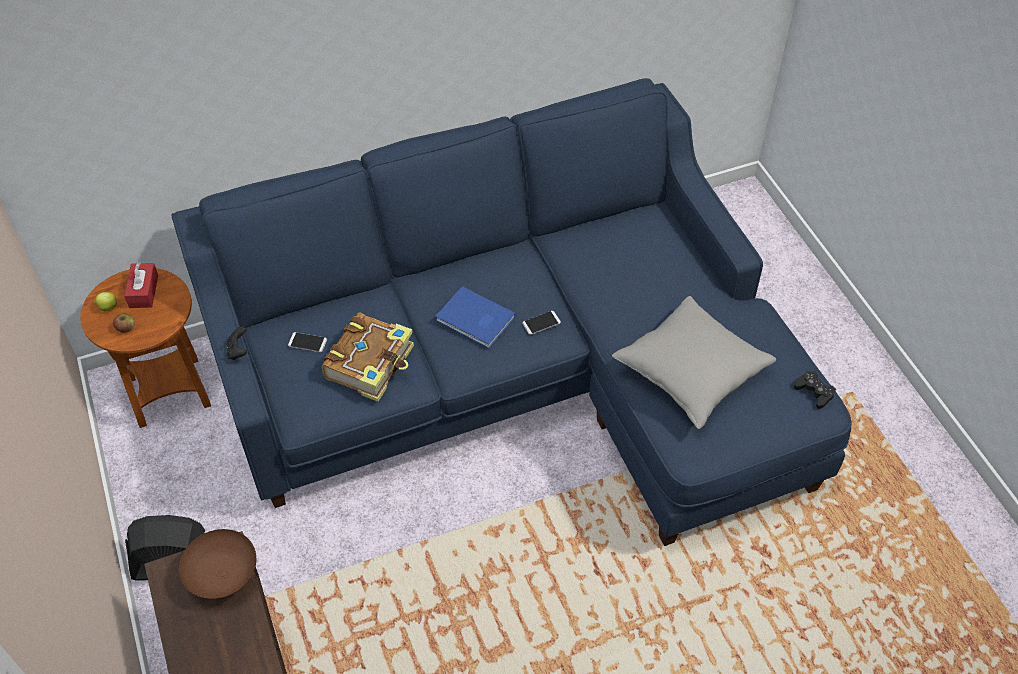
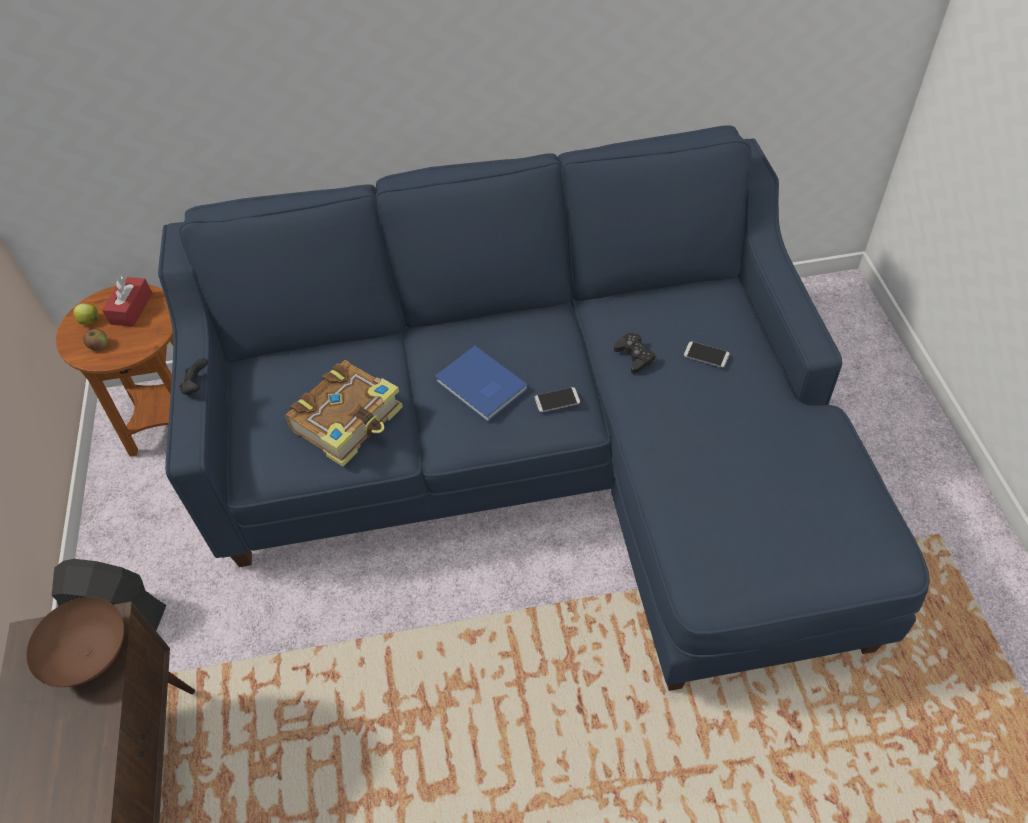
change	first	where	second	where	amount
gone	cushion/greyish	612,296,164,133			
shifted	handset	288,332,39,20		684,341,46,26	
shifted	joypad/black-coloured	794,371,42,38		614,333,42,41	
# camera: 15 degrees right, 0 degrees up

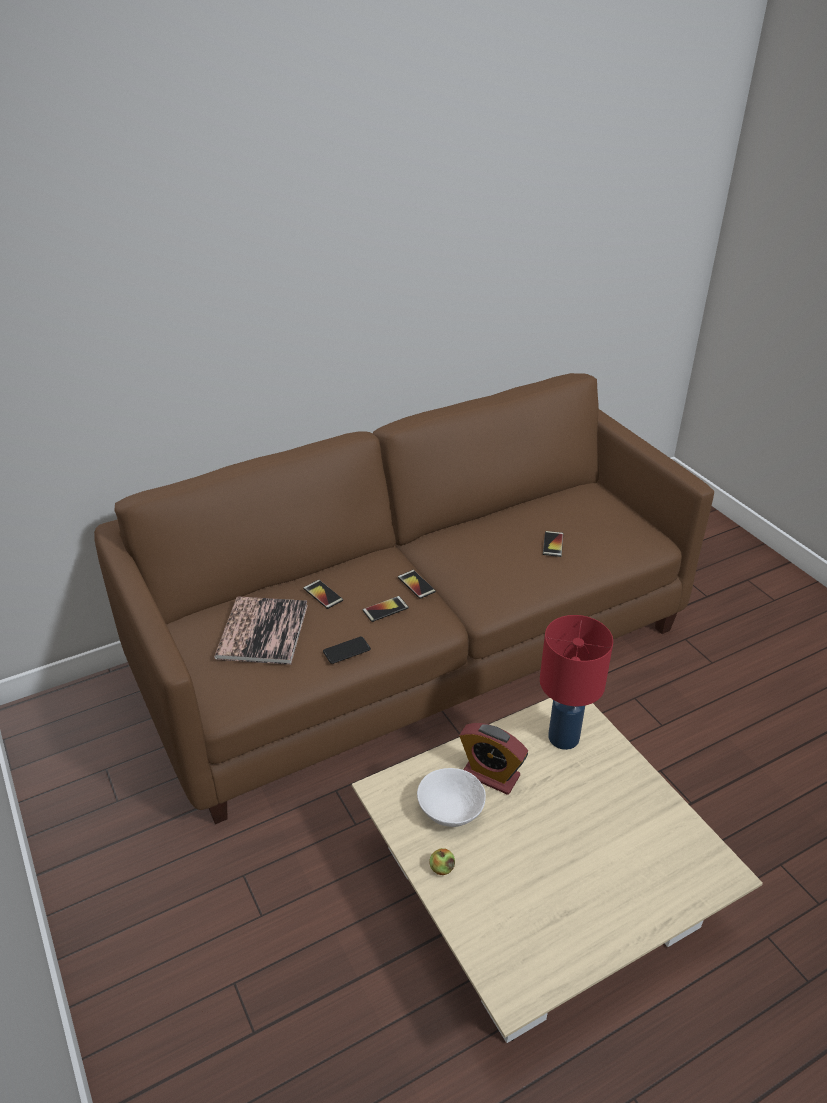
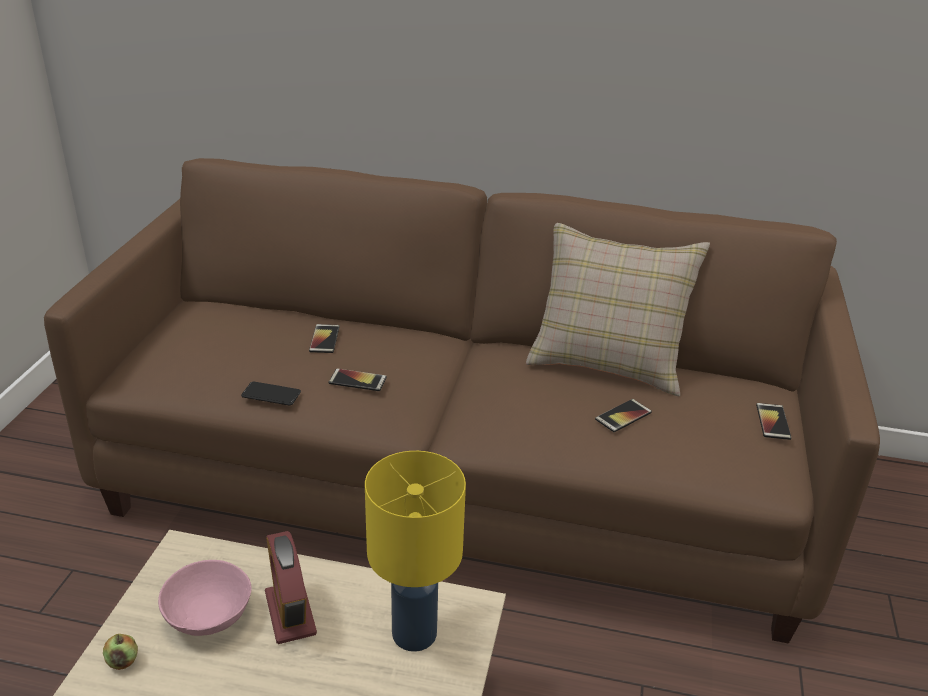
change	first	where	second	where	amount
gone	volume	214,597,94,68			
new			cushion/beige	526,223,184,174	
shifted	handset	398,570,38,29		756,403,35,37	
repainted	serving bowl/white	417,768,69,59	serving bowl/pink	158,560,94,76	
repainted	lamp for a table/reddish	540,615,73,135	lamp for a table/yellowish	365,451,101,201	
# camera: 40 degrees right, 5 degrees down

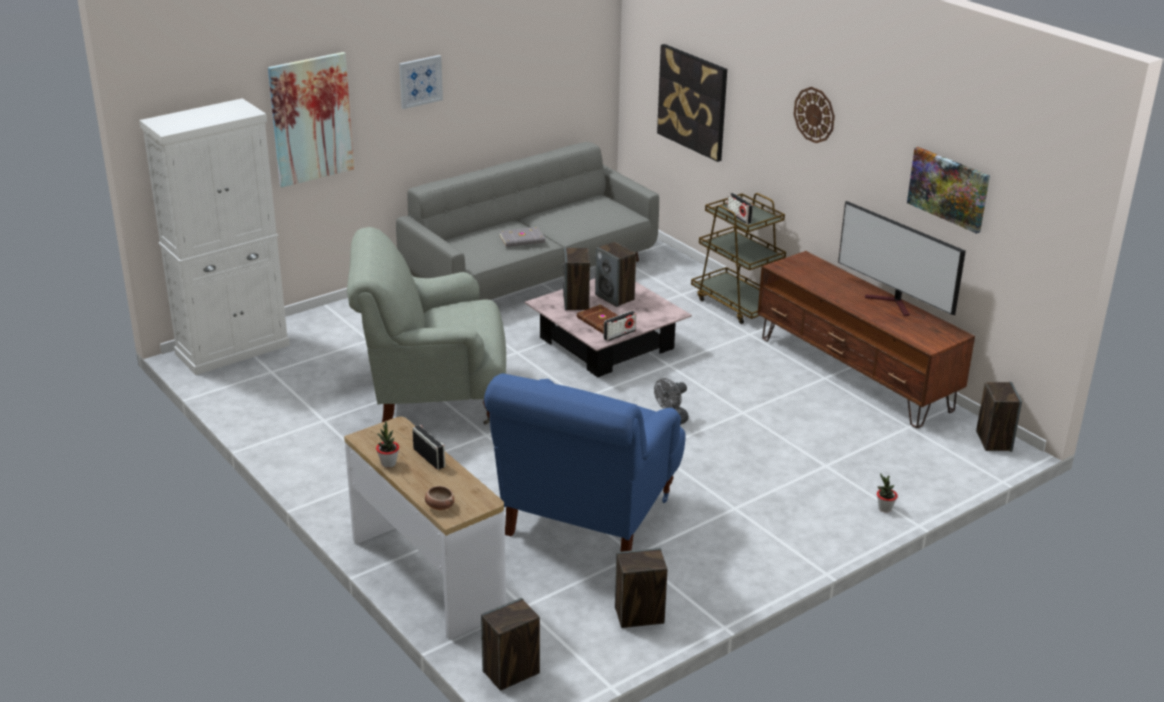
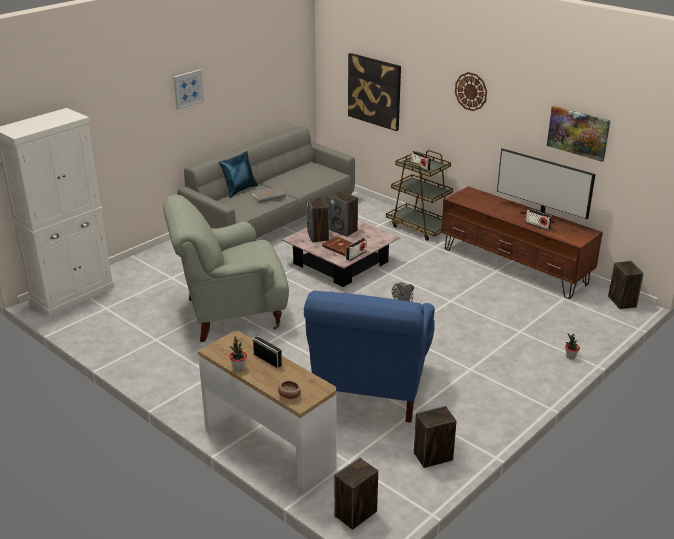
change	first	where	second	where	amount
gone	wall art	268,52,86,135			
new			cushion/bluish	219,151,39,47	
new			radio set	525,209,27,22	
# camera: 10 degrees left, 0 degrees up

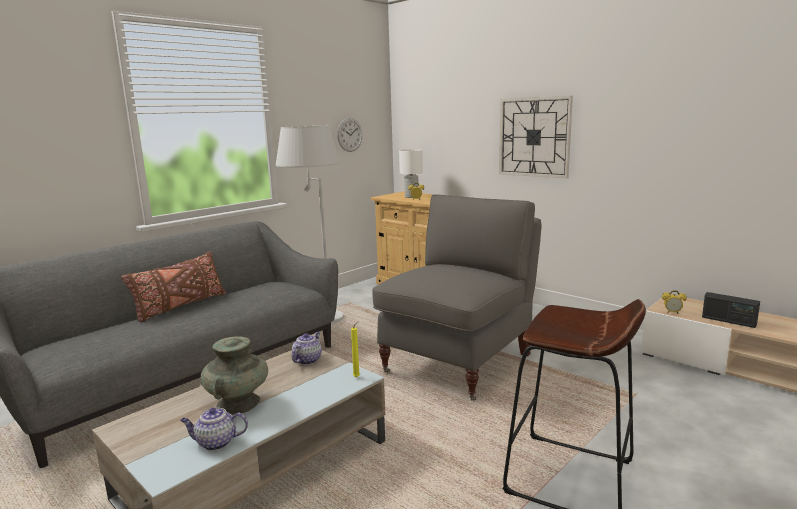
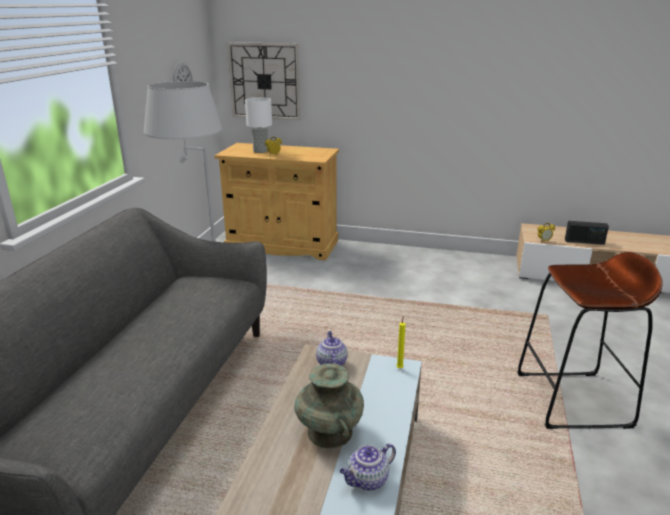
change	first	where	second	where	amount
gone	cushion/brown-coloured	121,252,105,70			
gone	easy chair/greyish	372,194,169,206			
shifted	clock on the wall	499,96,74,82		227,42,73,78	
# camera: 30 degrees left, 10 degrees up

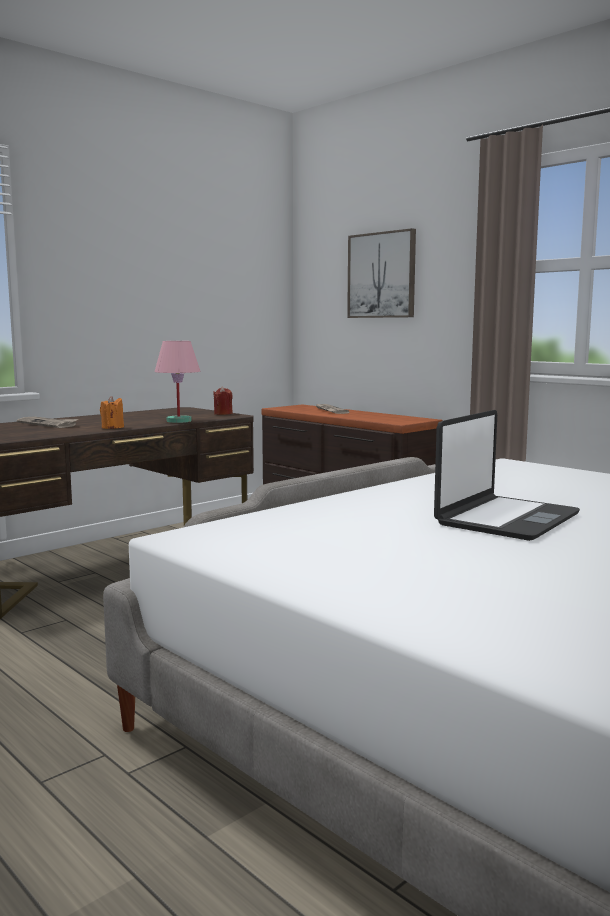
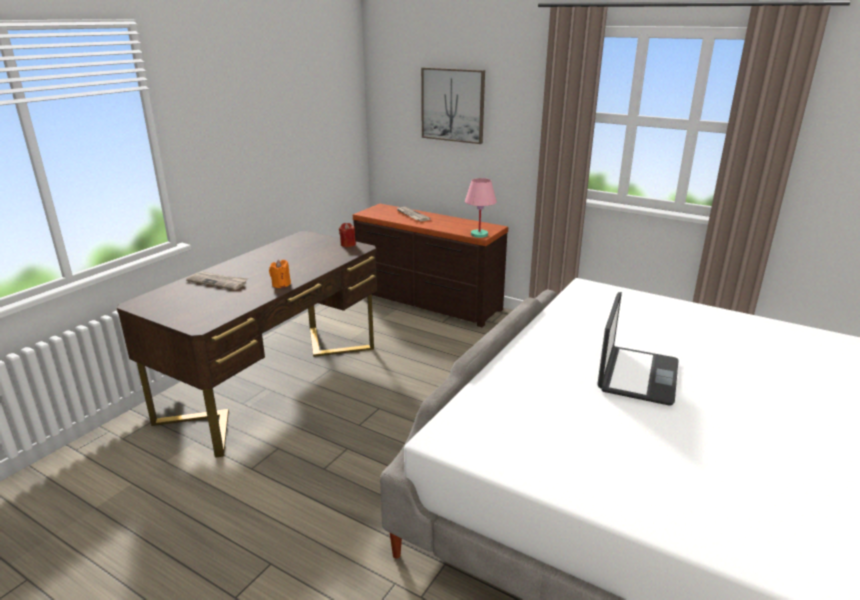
change	first	where	second	where	amount
shifted	lamp for a table/pink	155,341,45,82		465,178,32,60	
# camera: 15 degrees left, 15 degrees up

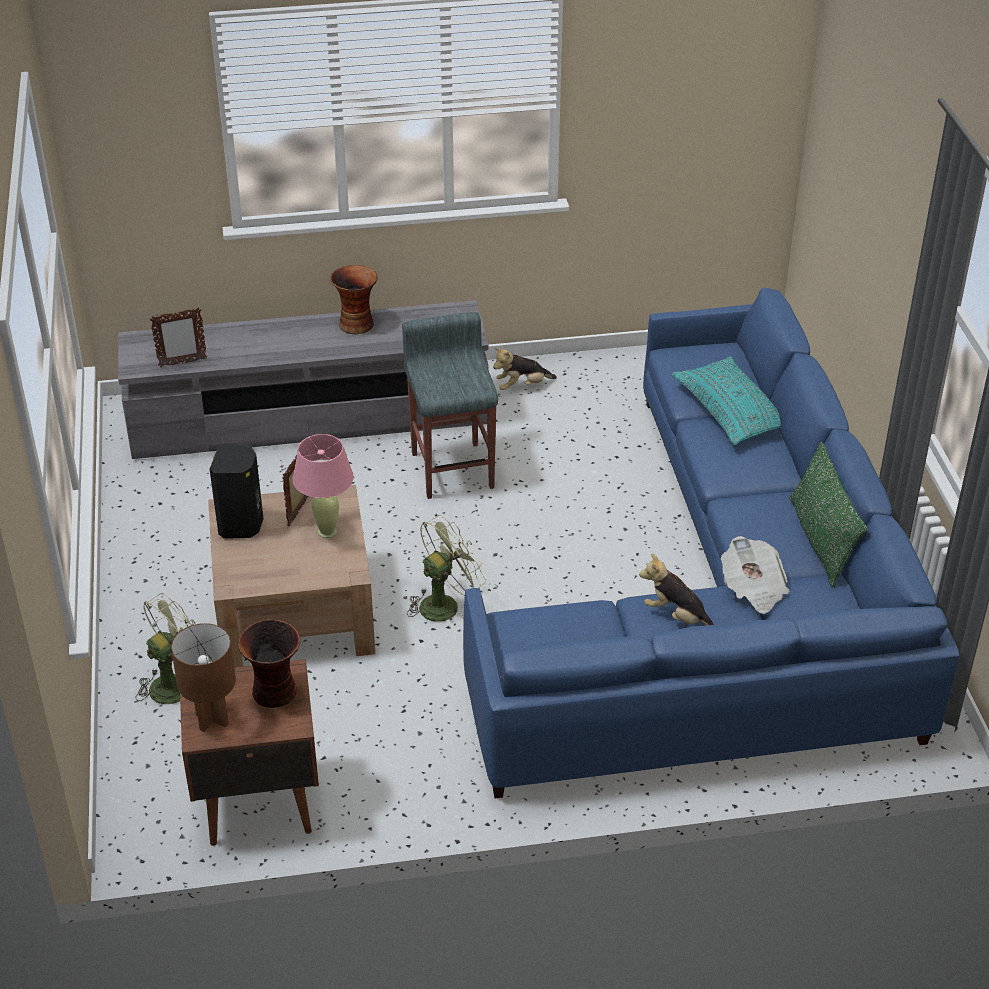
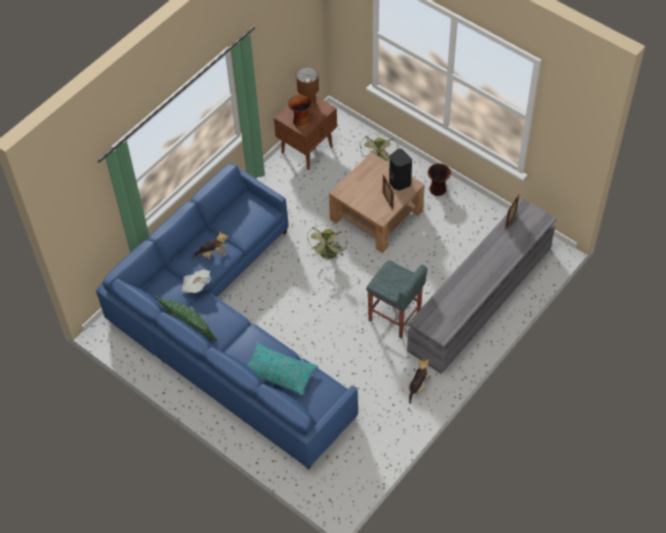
change	first	where	second	where	amount
gone	lamp for a table/pink	292,434,62,104			
shifted	flower vase	330,265,48,69		428,163,23,33	
# camera: 140 degrees right, 15 degrees up

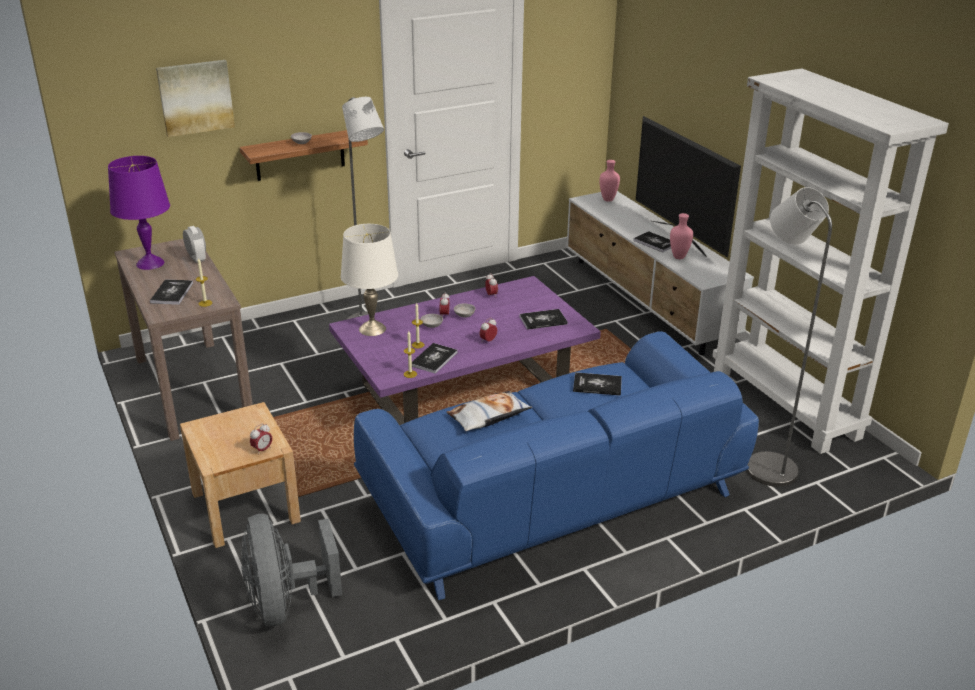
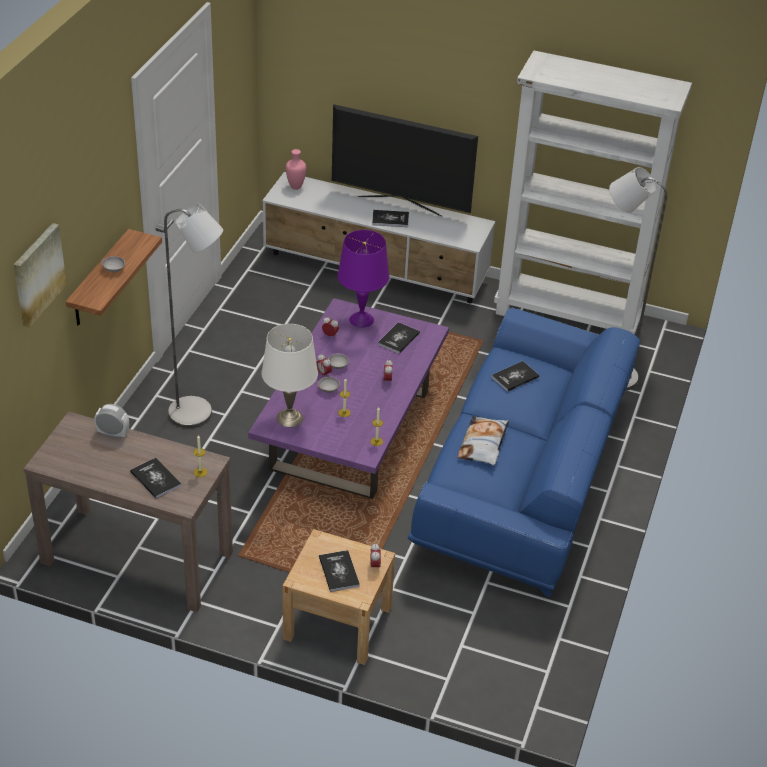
change	first	where	second	where	amount
gone	cooling fan/greyish	241,514,101,112			
gone	flower vase/pink	670,213,23,46			
shifted	lamp for a table/purplish	108,156,62,114		337,230,52,98	
shifted	volume	412,343,46,31		319,550,41,42	
# camera: 45 degrees left, 10 degrees up

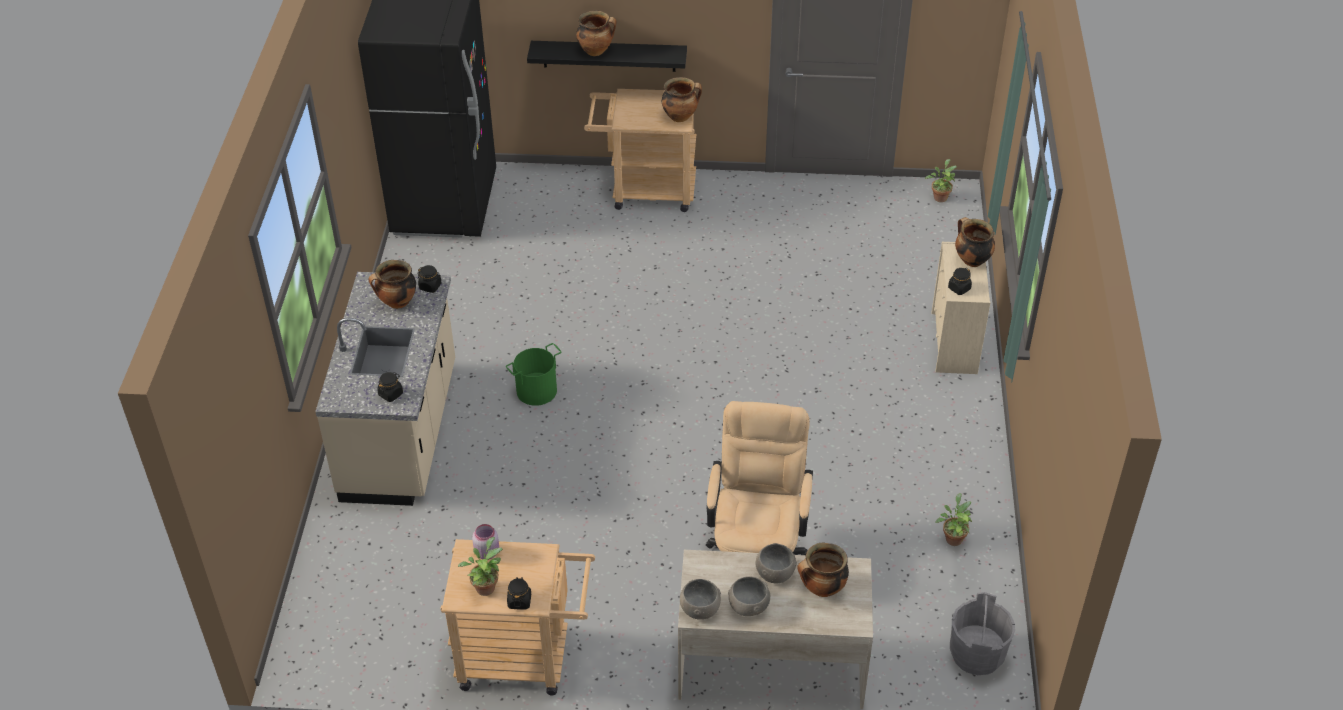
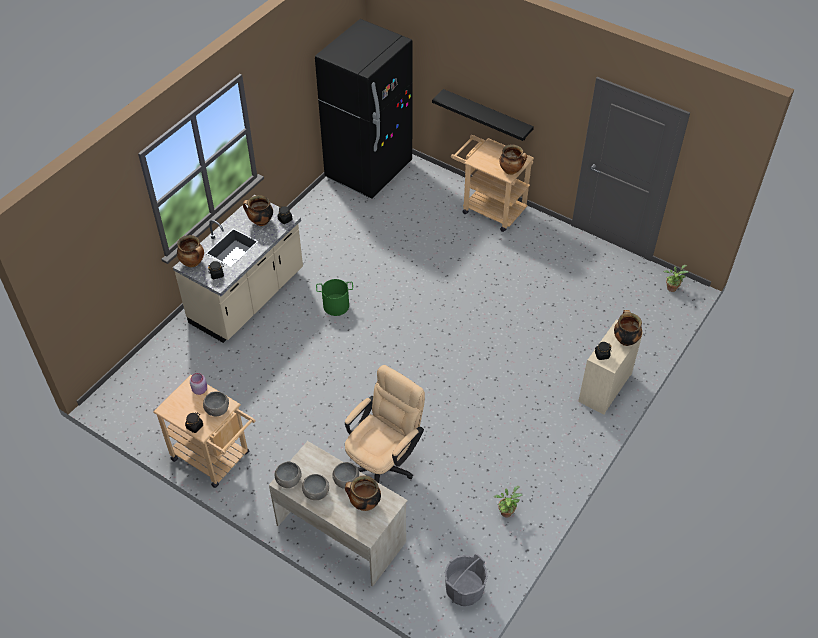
change	first	where	second	where	amount
gone	houseplant	458,537,45,59			
new			serving bowl/greyish	203,391,26,25	
shifted	stockpot	576,11,41,45		177,235,27,32	
# camera: 30 degrees right, 5 degrees up

